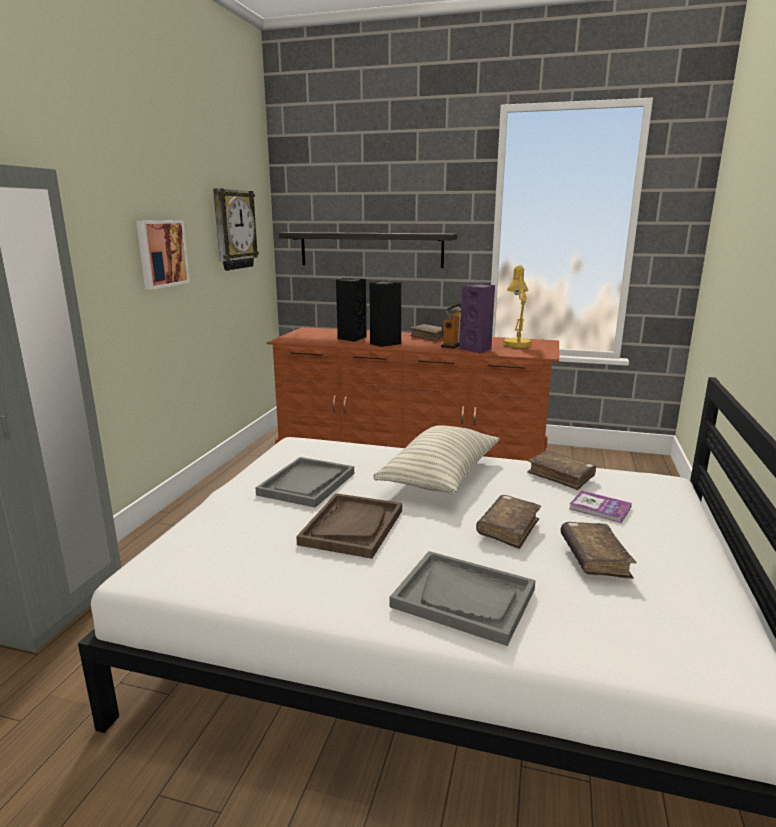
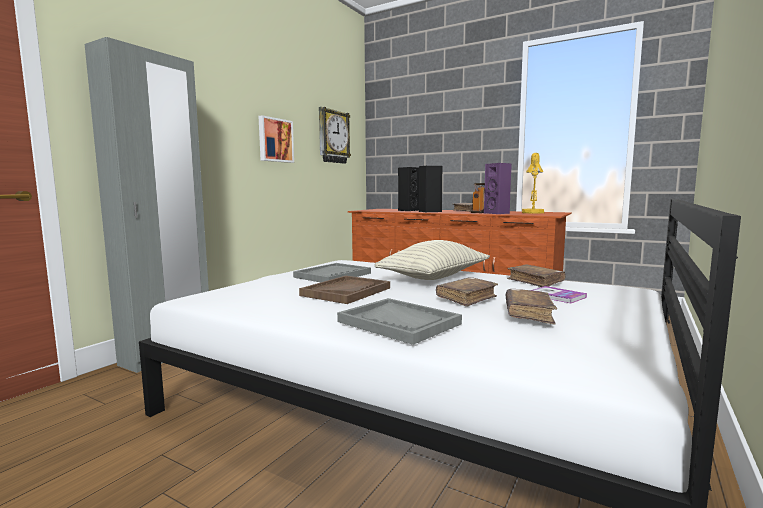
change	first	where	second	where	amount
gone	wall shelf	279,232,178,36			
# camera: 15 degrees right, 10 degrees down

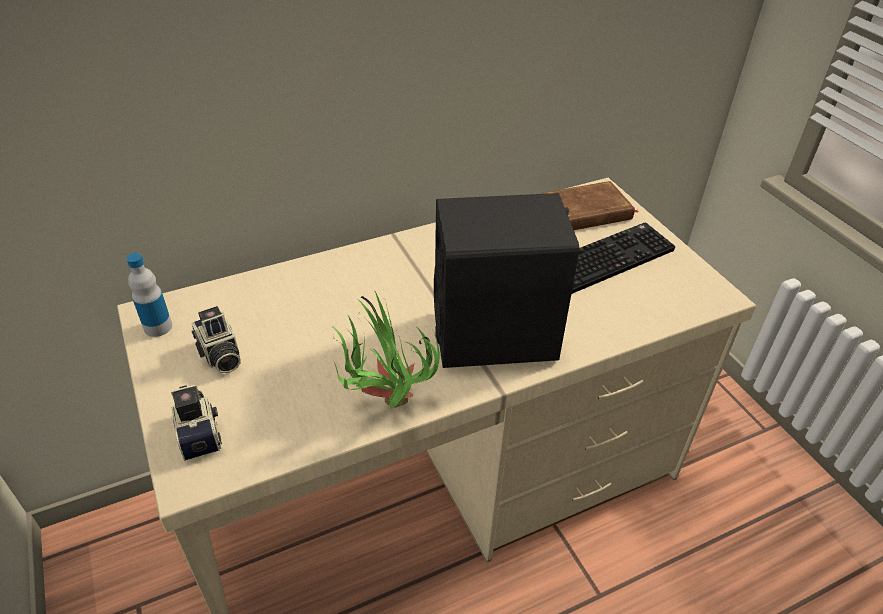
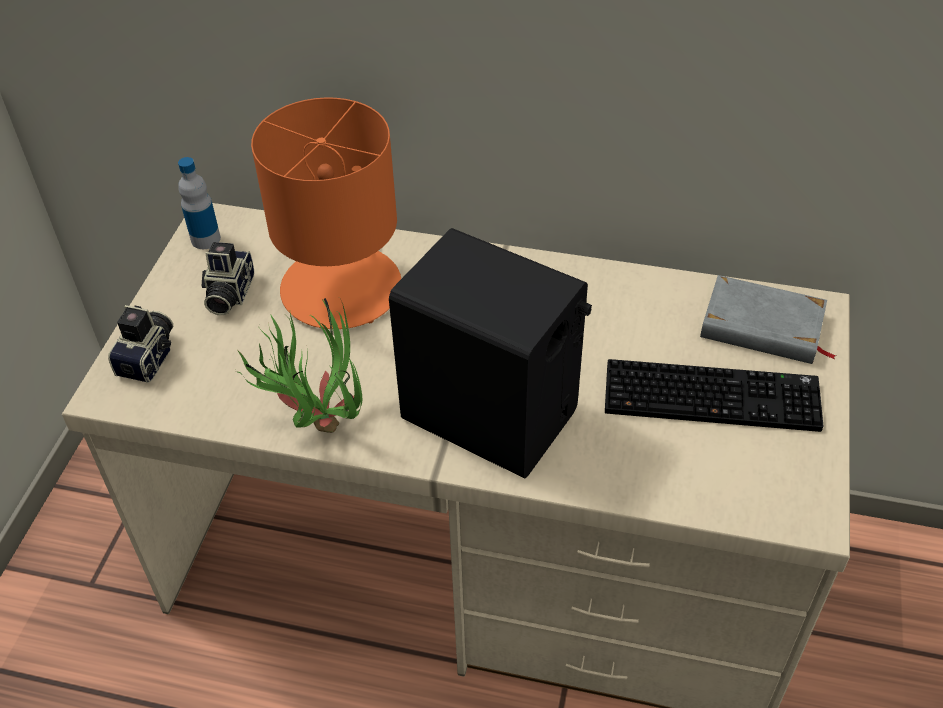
change	first	where	second	where	amount
new			lamp for a table/orange	251,97,150,232	
repainted	volume/brown-coloured	543,181,95,49	volume/greyish	700,275,136,89	
# camera: 40 degrees right, 5 degrees up

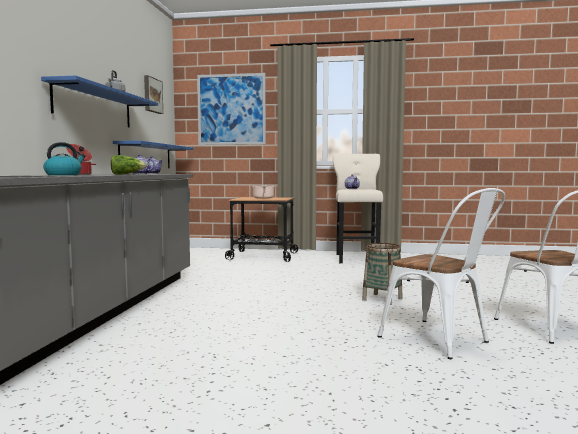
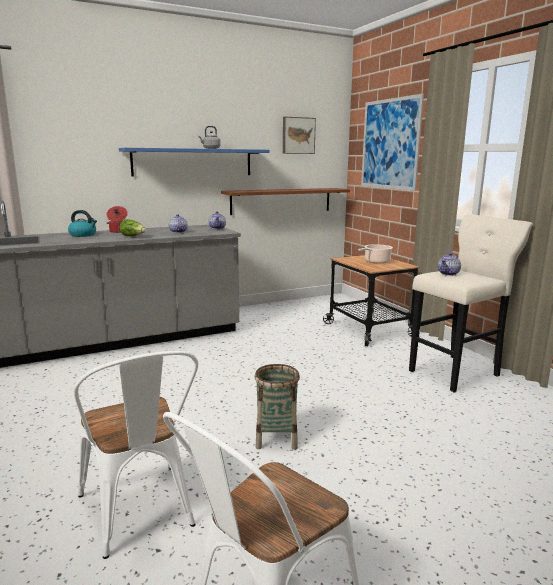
change	first	where	second	where	amount
repainted	wall shelf/bluish	113,140,80,28	wall shelf/brown-coloured	221,188,129,27	
rotated	upright chair/white	377,188,128,171		74,351,124,208	45 degrees counterclockwise
# camera: 55 degrees right, 10 degrees up

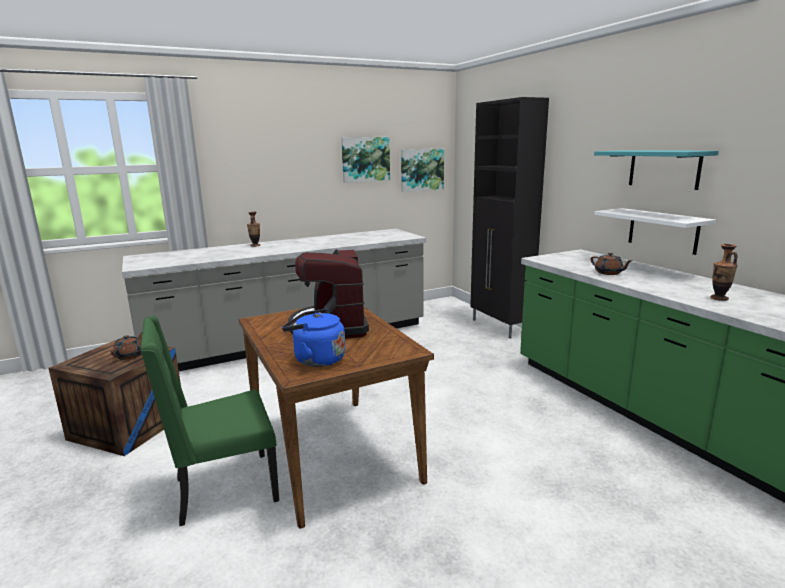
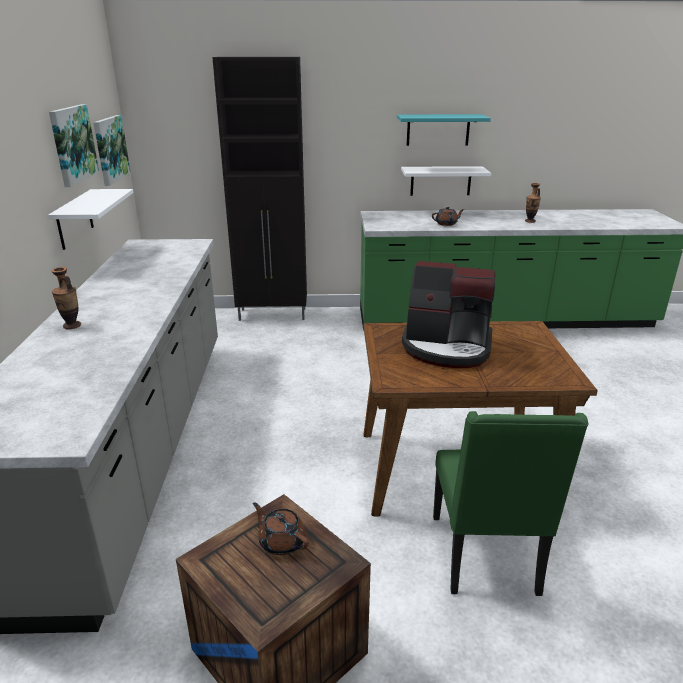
change	first	where	second	where	amount
gone	kettle/bluish	282,309,63,58			
new			wall shelf/white	48,189,85,61	
# camera: 65 degrees left, 10 degrees up

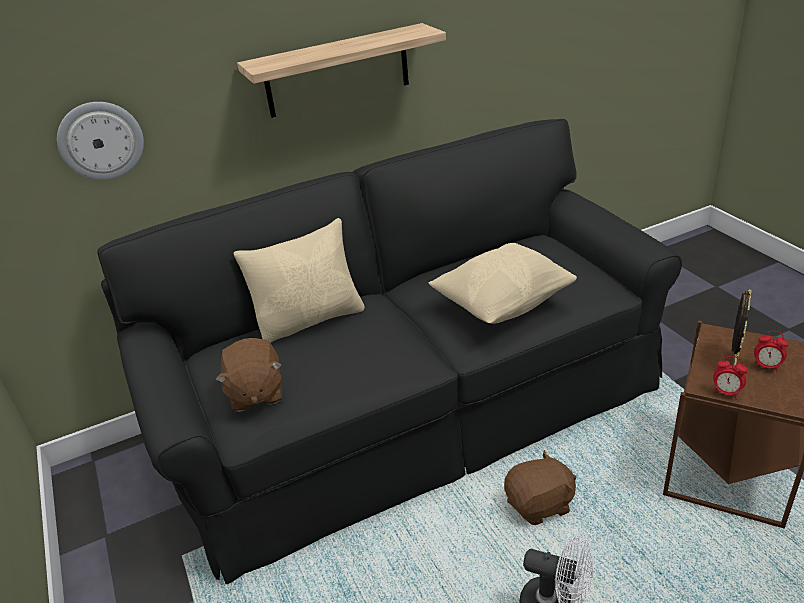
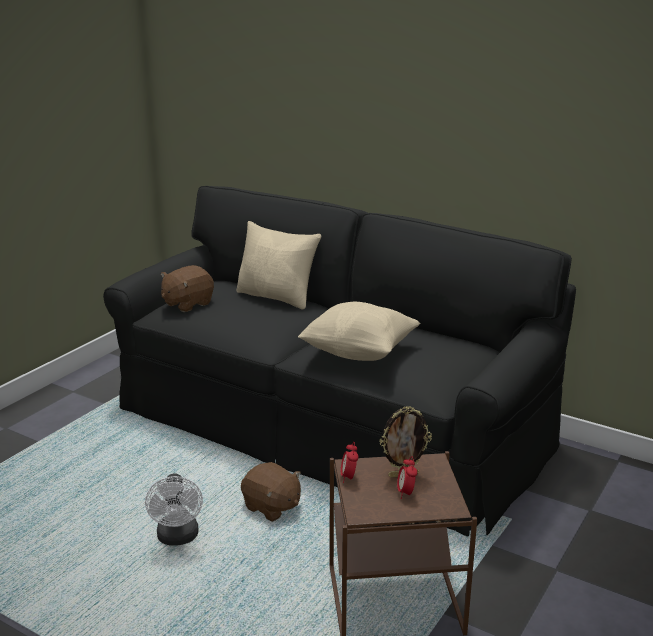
change	first	where	second	where	amount
gone	clock on the wall	57,102,87,78			
gone	wall shelf	237,23,209,95			
# camera: 55 degrees right, 10 degrees down

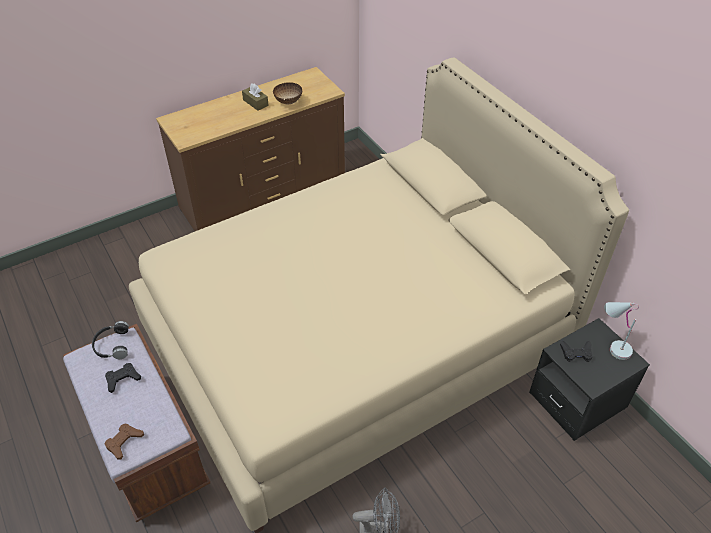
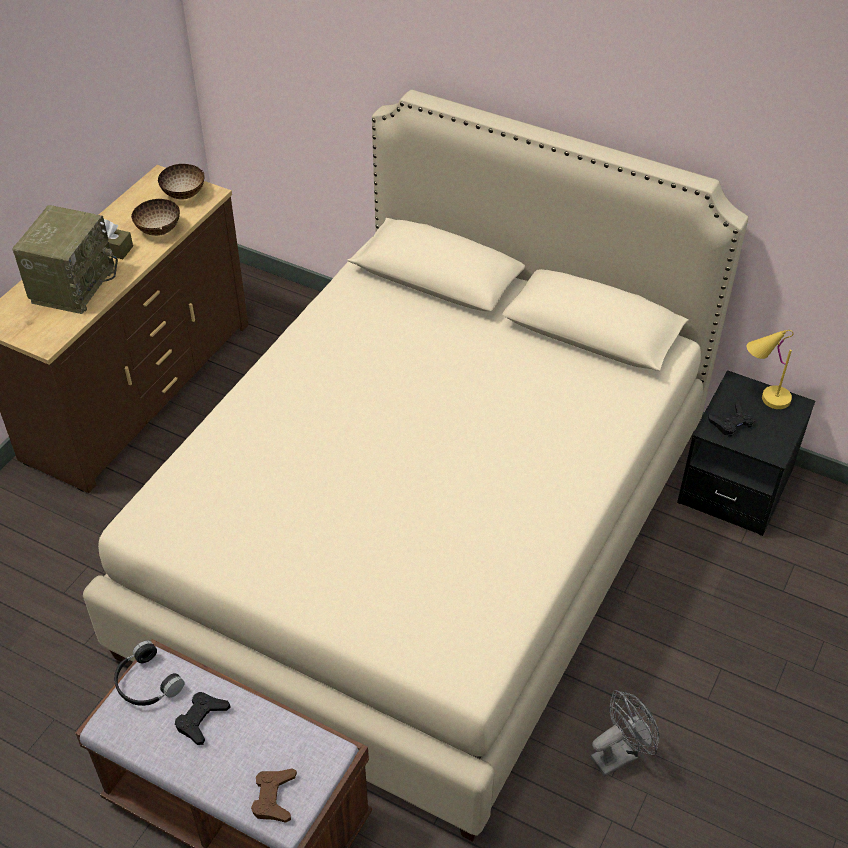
change	first	where	second	where	amount
new			radio set	12,205,106,109	
new			serving bowl	158,164,46,35	
repainted	lamp for a table/white	604,302,35,58	lamp for a table/yellowish	747,330,47,79	
# camera: 30 degrees left, 0 degrees up

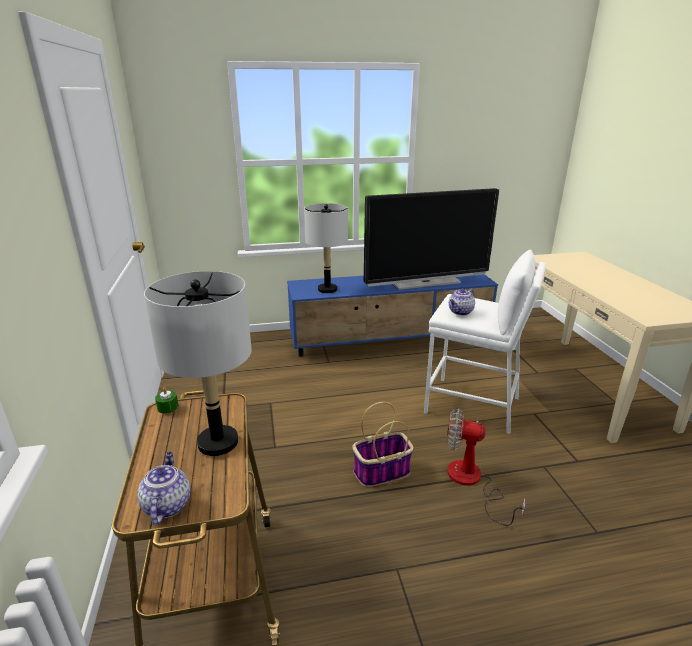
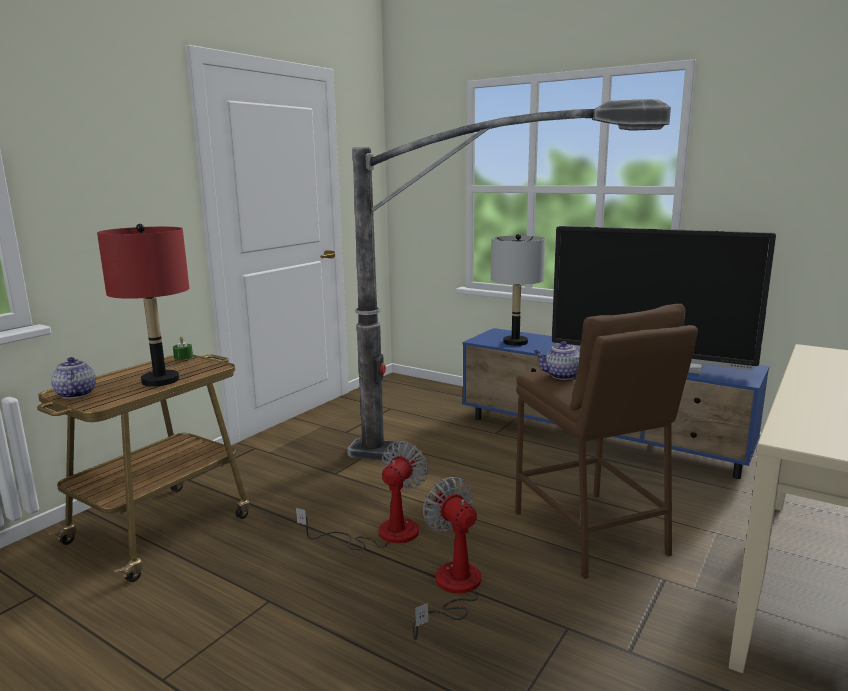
change	first	where	second	where	amount
new			standing lamp	347,99,324,362	
swapped	basket	352,402,61,85	cooling fan	296,441,132,109	
repainted	lamp for a table/greyish	144,271,108,185	lamp for a table/reddish	97,224,92,163	
repainted	sitting stool/white	424,249,122,185	sitting stool/brown-coloured	515,304,183,275	
rotated	teapot	137,452,53,73		51,357,45,42	60 degrees counterclockwise
# camera: 45 degrees right, 10 degrees down

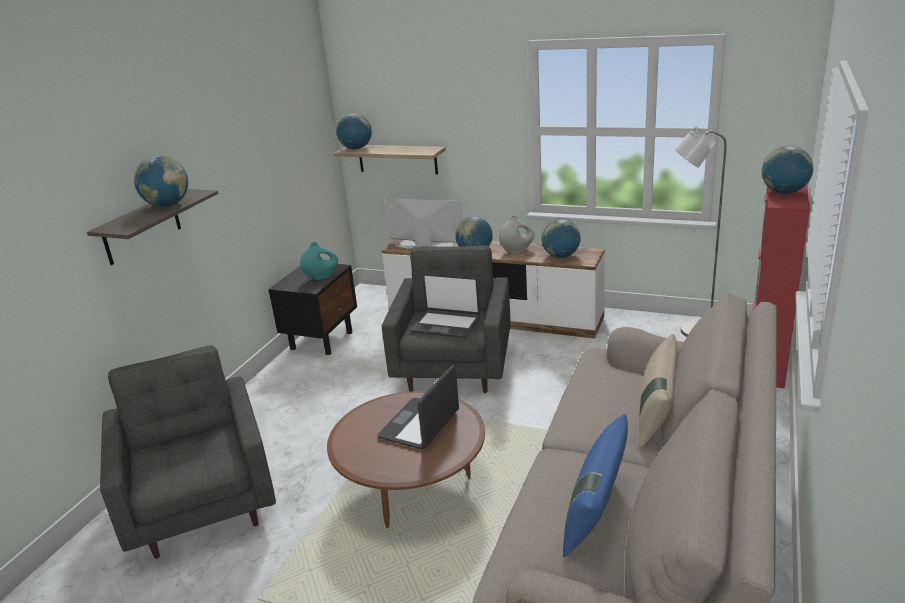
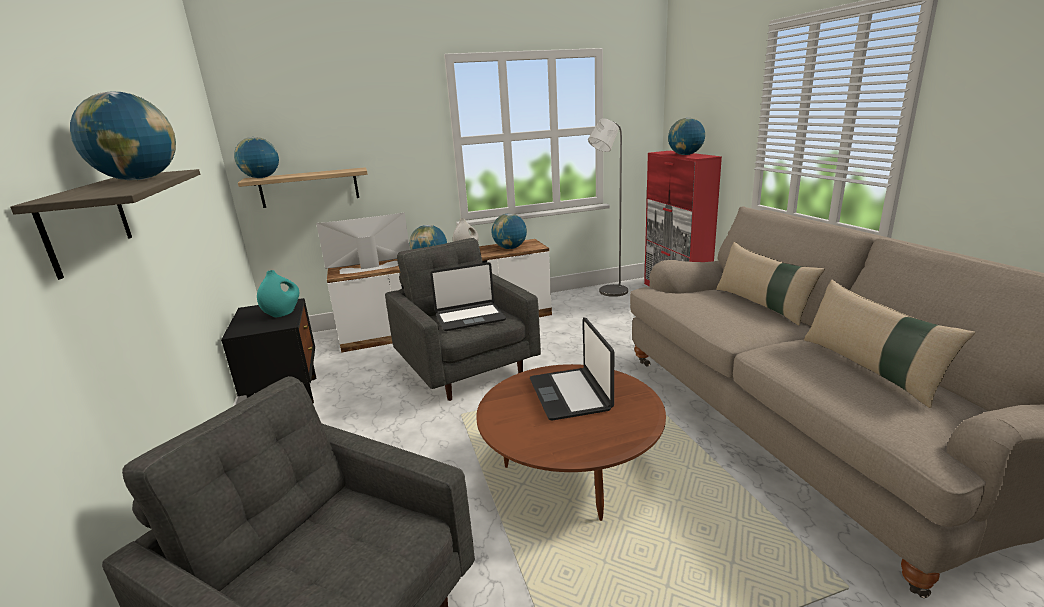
change	first	where	second	where	amount
repainted	cushion/bluish	563,414,65,143	cushion/beige	804,280,171,128	
# camera: 40 degrees left, 5 degrees down

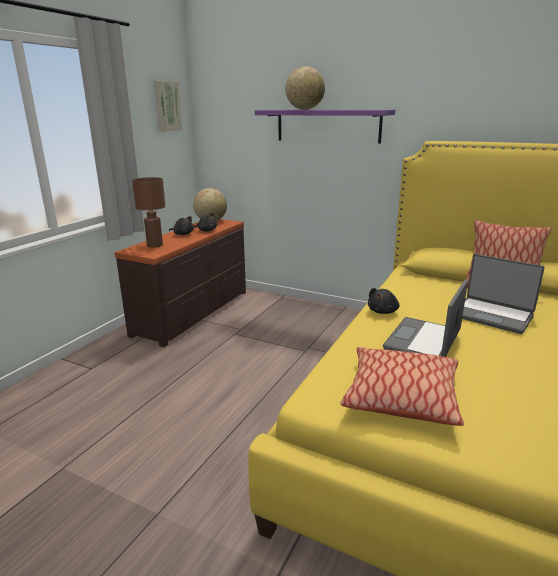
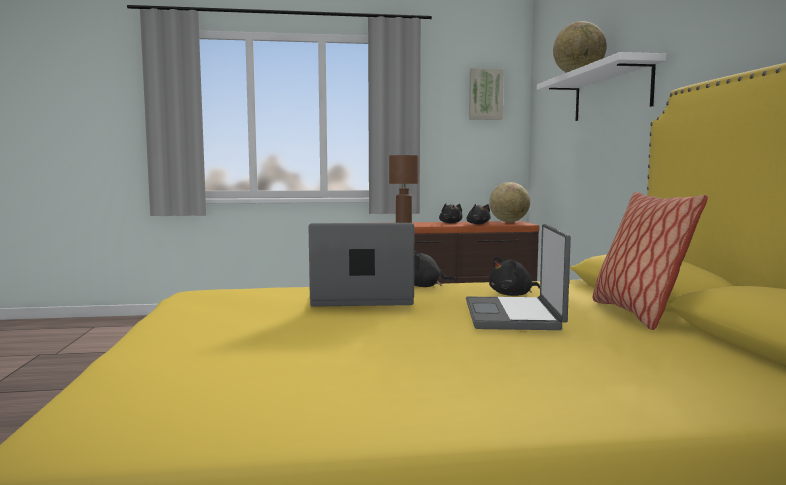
change	first	where	second	where	amount
gone	cushion	340,347,124,79			
new			plush toy/black-coloured	489,256,51,40	
repainted	wall shelf/purplish	255,110,140,34	wall shelf/white	537,52,130,69	
# camera: 55 degrees right, 15 degrees down

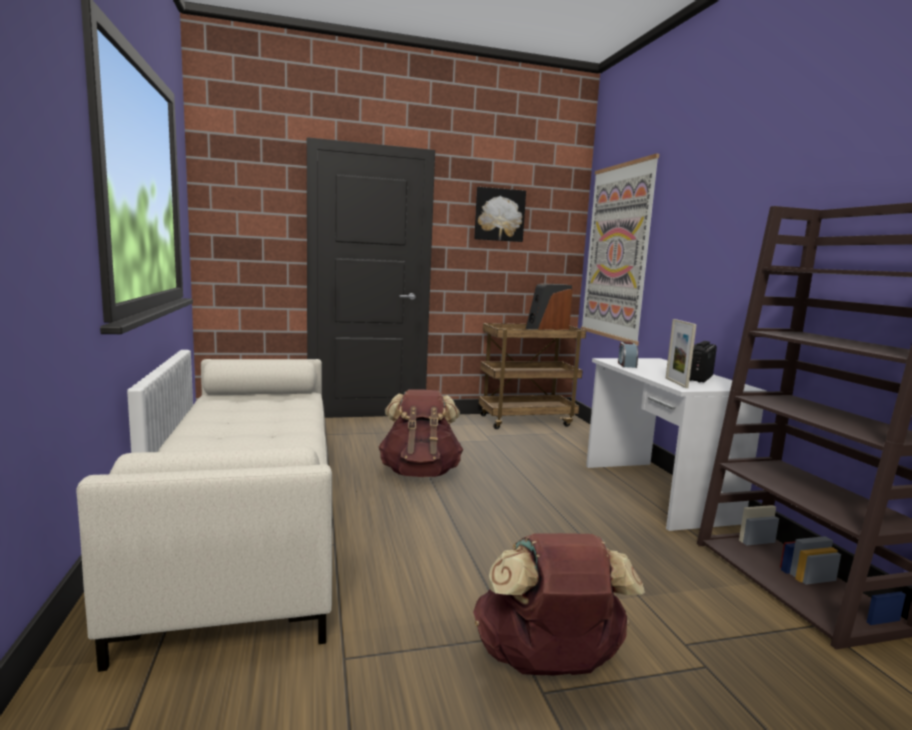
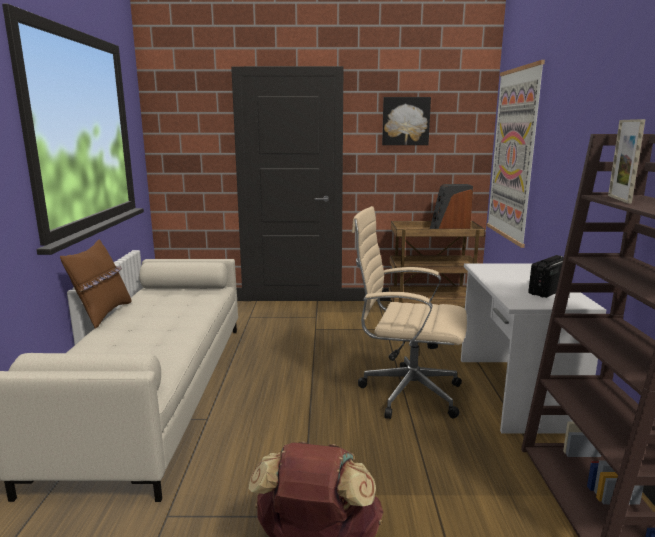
change	first	where	second	where	amount
gone	knapsack/brown-coloured	379,389,84,88			
gone	table clock	618,341,20,27			
new			cushion/brown-coloured	60,240,71,89	
new			computer chair/beige	352,206,115,213	
shifted	picture frame	666,319,31,69		608,119,38,85	
# camera: 15 degrees right, 5 degrees up

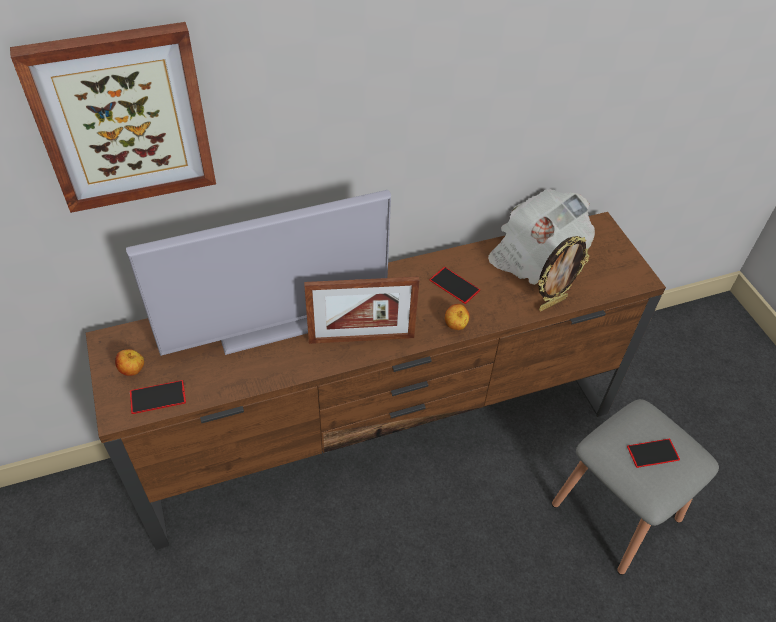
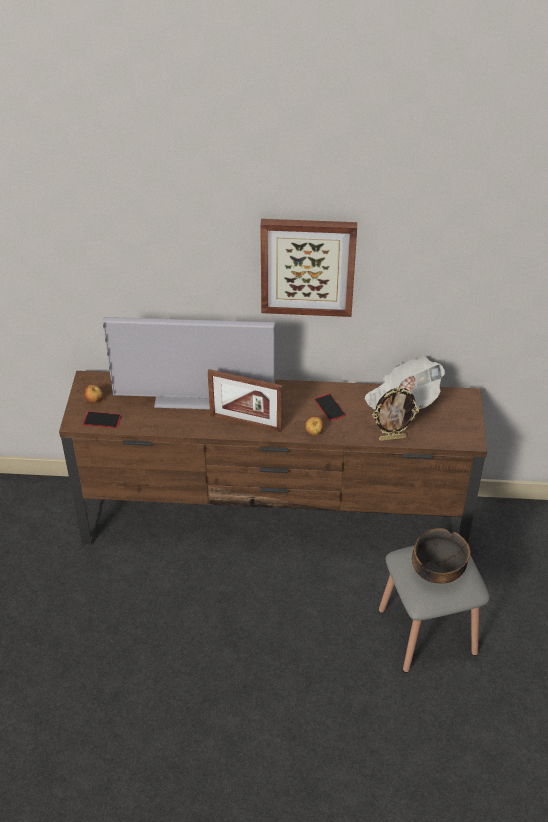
change	first	where	second	where	amount
shifted	wall art	10,22,206,191		260,219,97,98	
swapped	handset	627,439,53,29	serving bowl	412,528,58,56	
# camera: 25 degrees right, 5 degrees down

